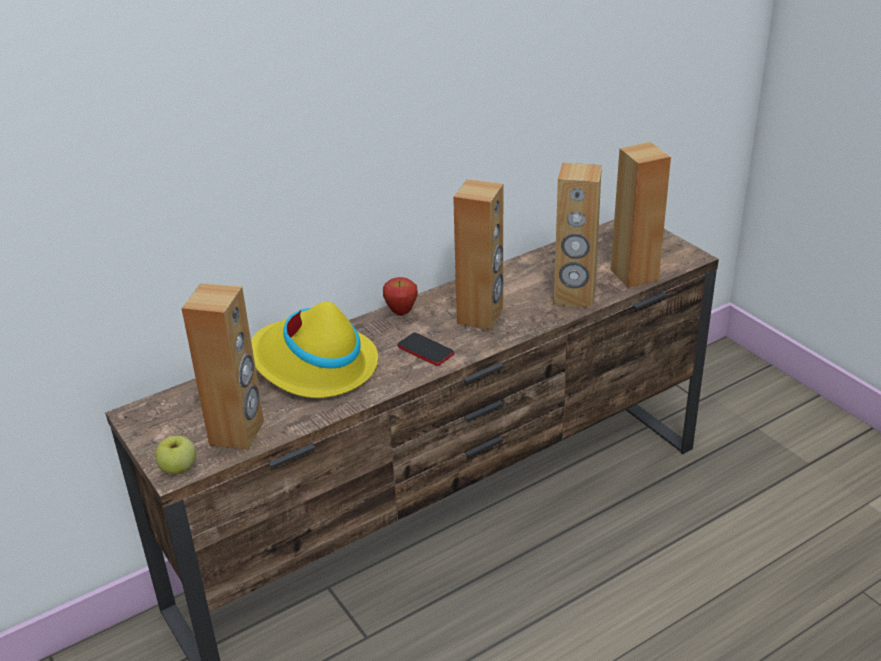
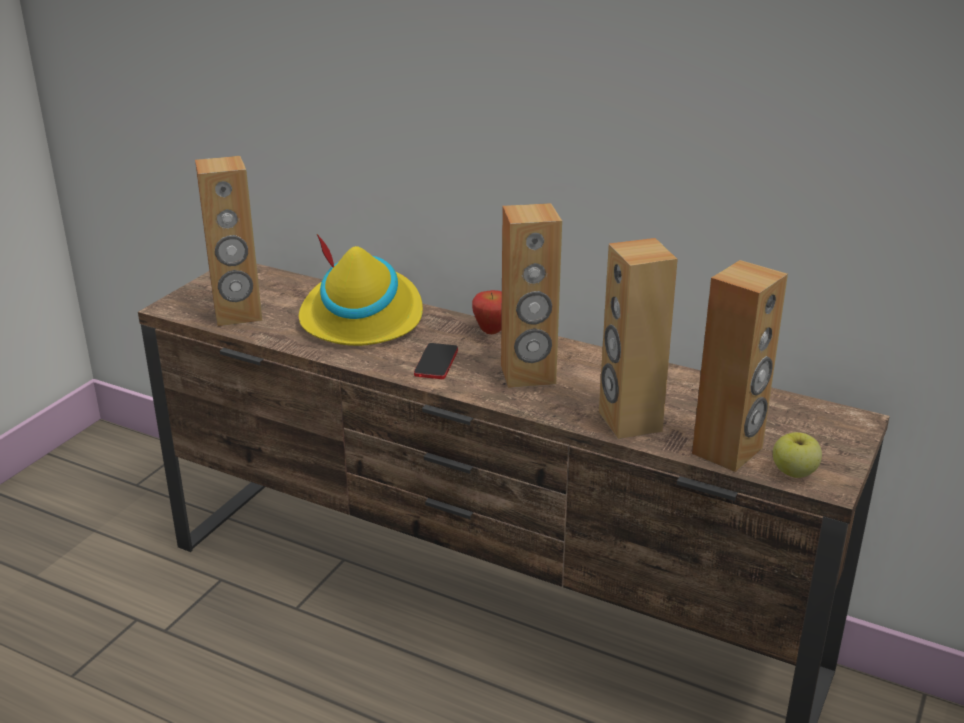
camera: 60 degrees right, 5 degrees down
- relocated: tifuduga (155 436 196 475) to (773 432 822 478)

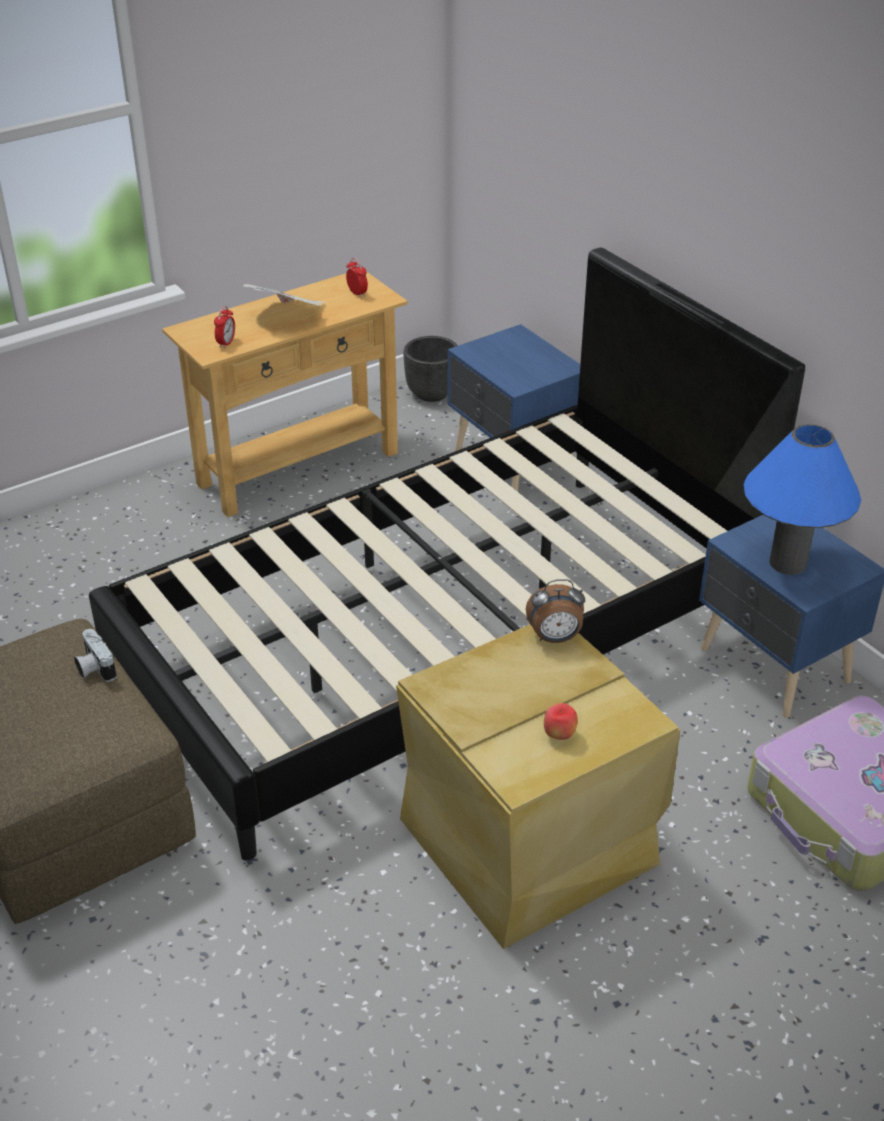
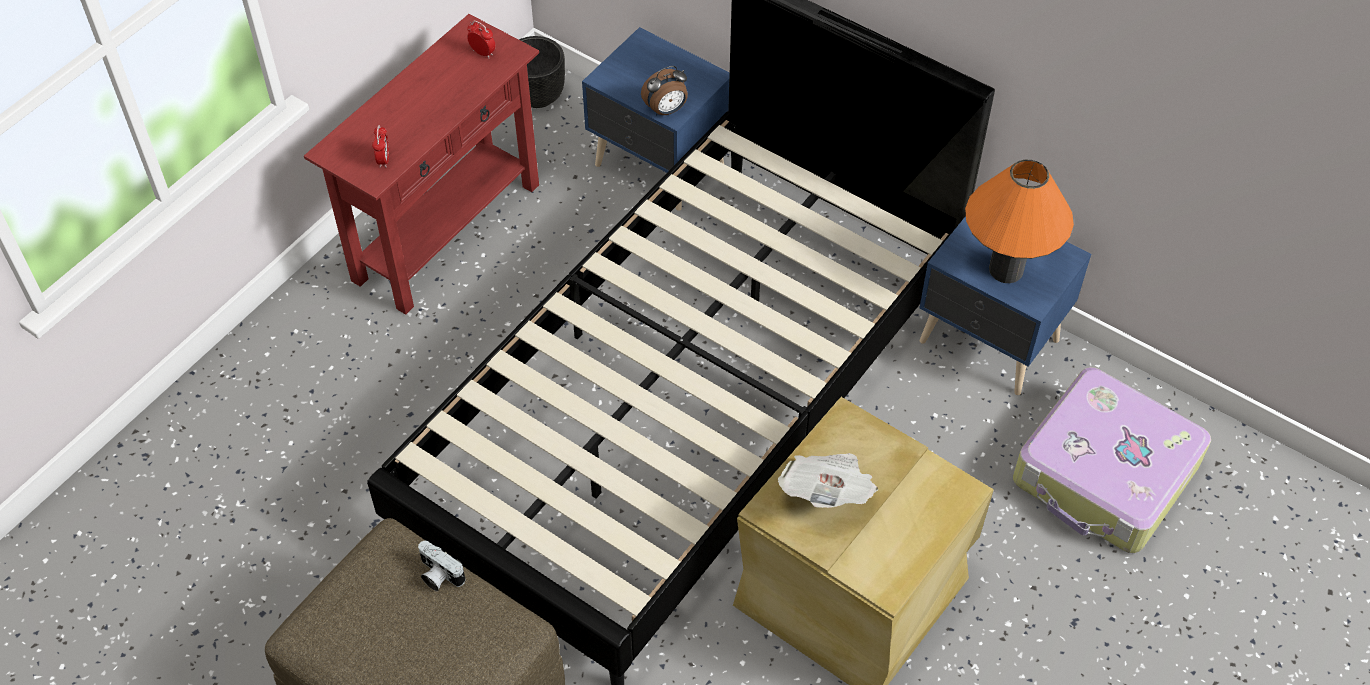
camera: 20 degrees left, 15 degrees up
- colour: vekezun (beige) (162 271 407 517) to vekezun (red) (304 14 539 315)
- relocated: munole (243 284 325 306) to (778 453 878 508)
- relocated: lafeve (526 579 585 643) to (641 66 688 116)
- missing: tifuduga (544 703 578 740)
- colour: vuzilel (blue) (744 424 861 575) to vuzilel (orange) (965 160 1074 283)

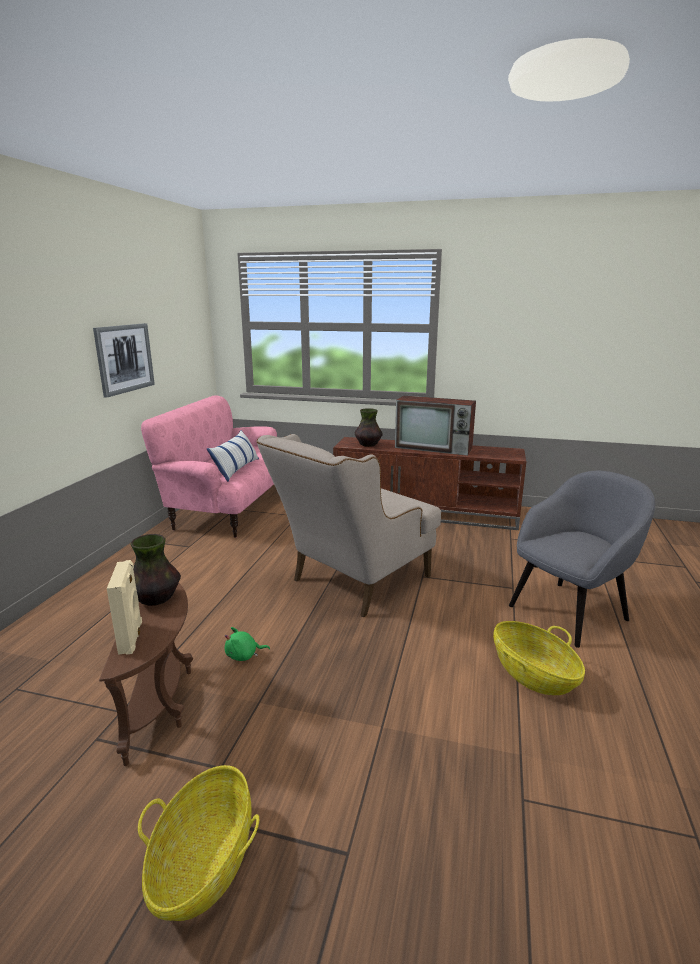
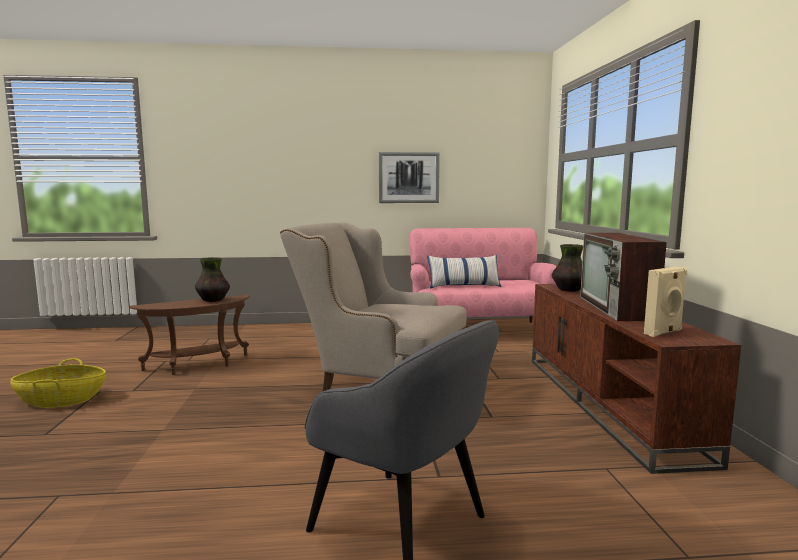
camera: 70 degrees right, 10 degrees down
- relocated: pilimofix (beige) (107 560 142 655) to (644 267 687 337)
- missing: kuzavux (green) (225 627 270 661)
- missing: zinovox (493 621 585 695)

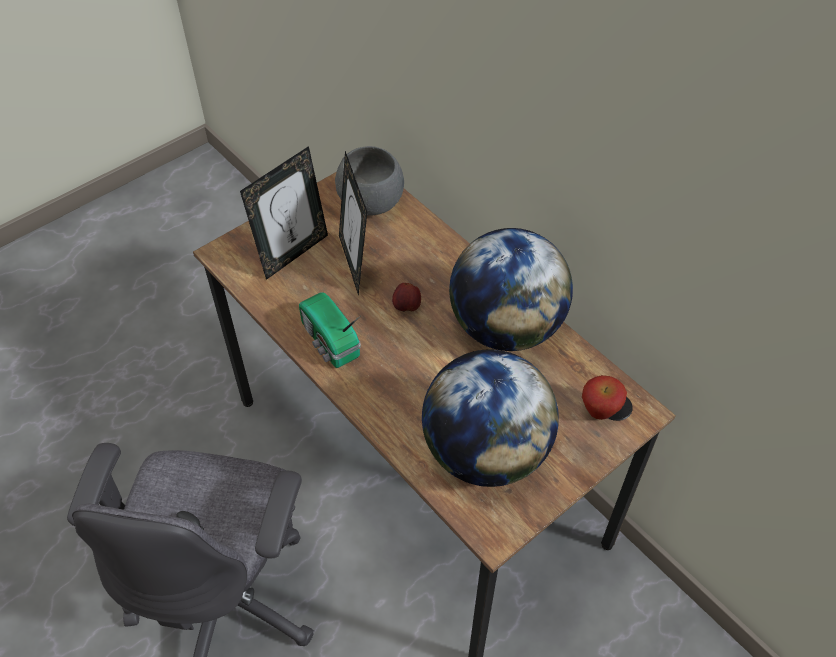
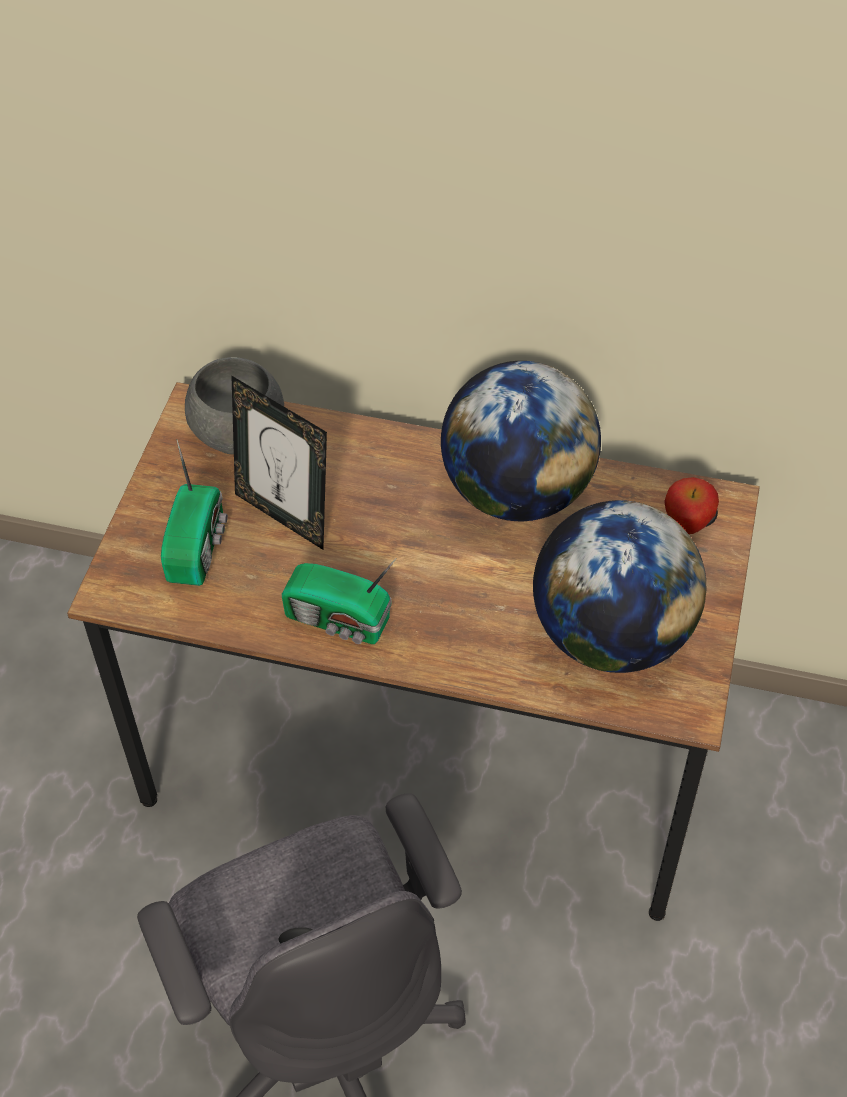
camera: 35 degrees left, 0 degrees up
- exchanged: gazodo (240 146 328 280) to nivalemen (161 439 228 586)
- missing: tifuduga (392 283 421 312)

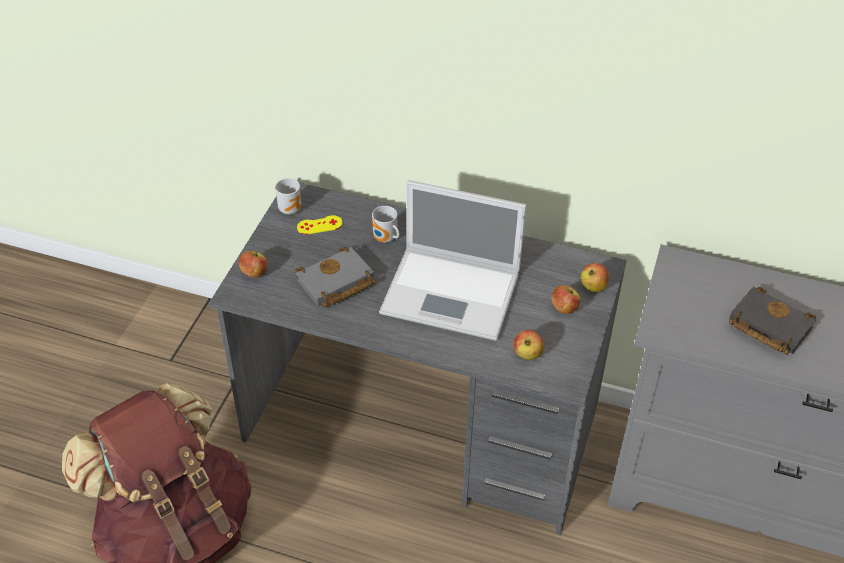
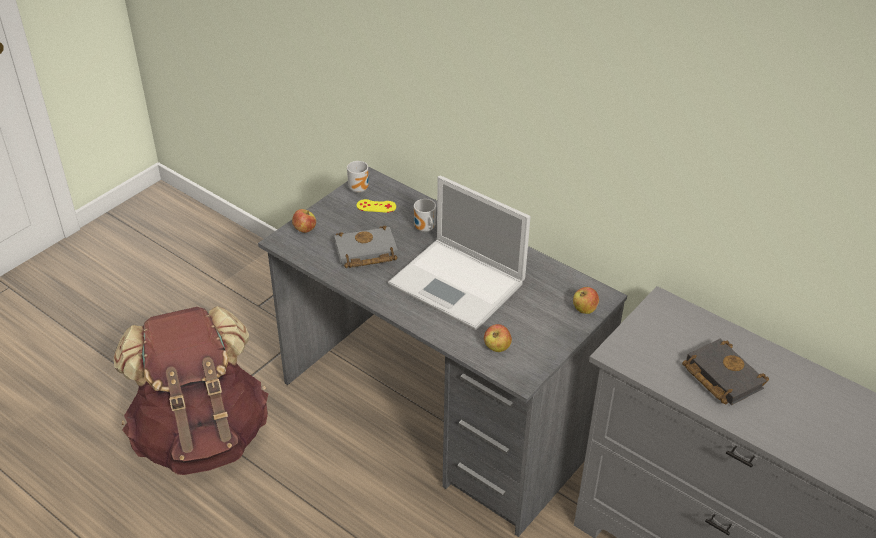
camera: 20 degrees right, 5 degrees down
- missing: tifuduga (552 285 580 314)

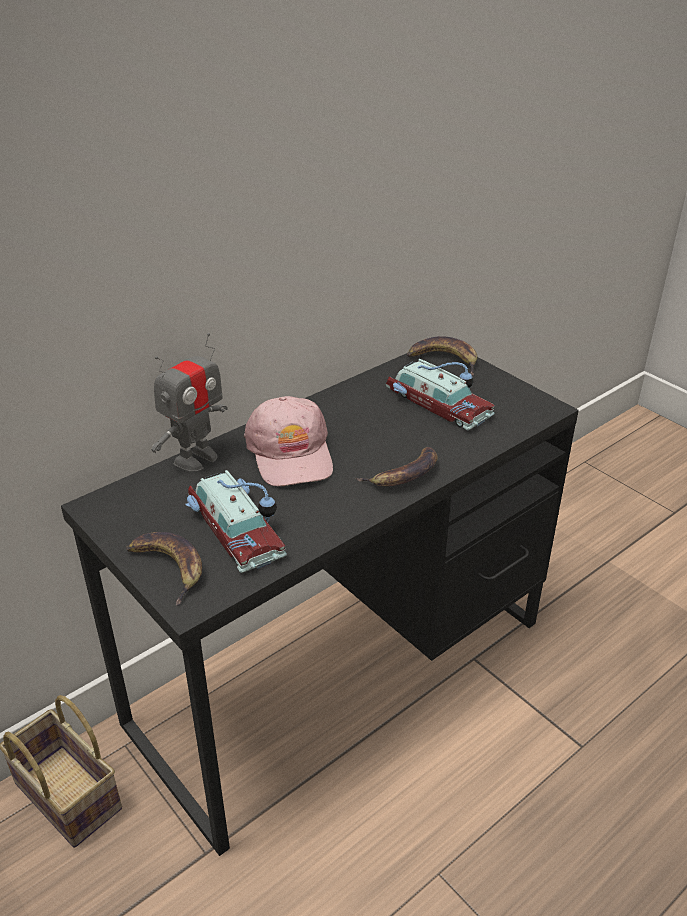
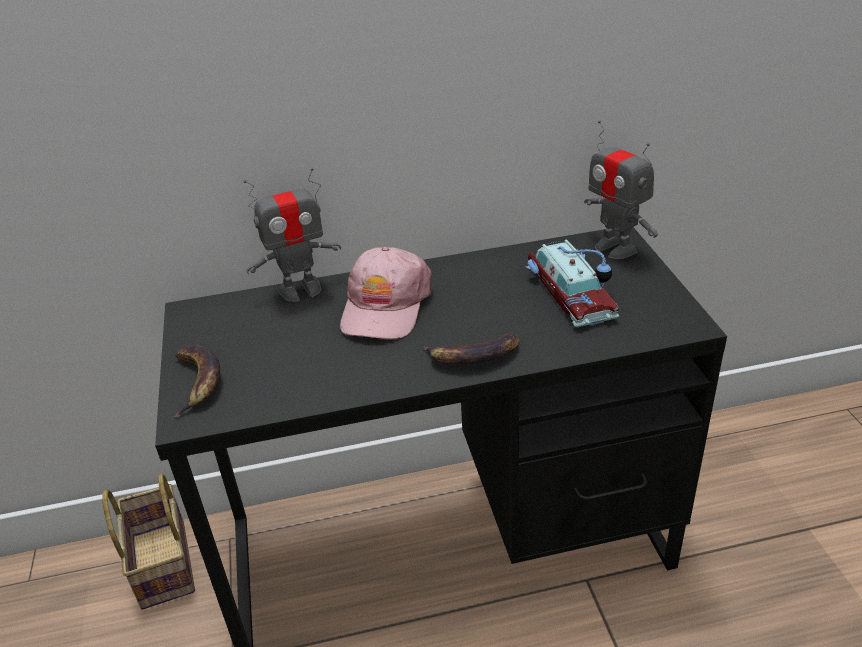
camera: 30 degrees right, 0 degrees up
- missing: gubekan (185 470 287 573)
- exchanged: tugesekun (407 336 478 376) to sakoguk (584 120 658 259)

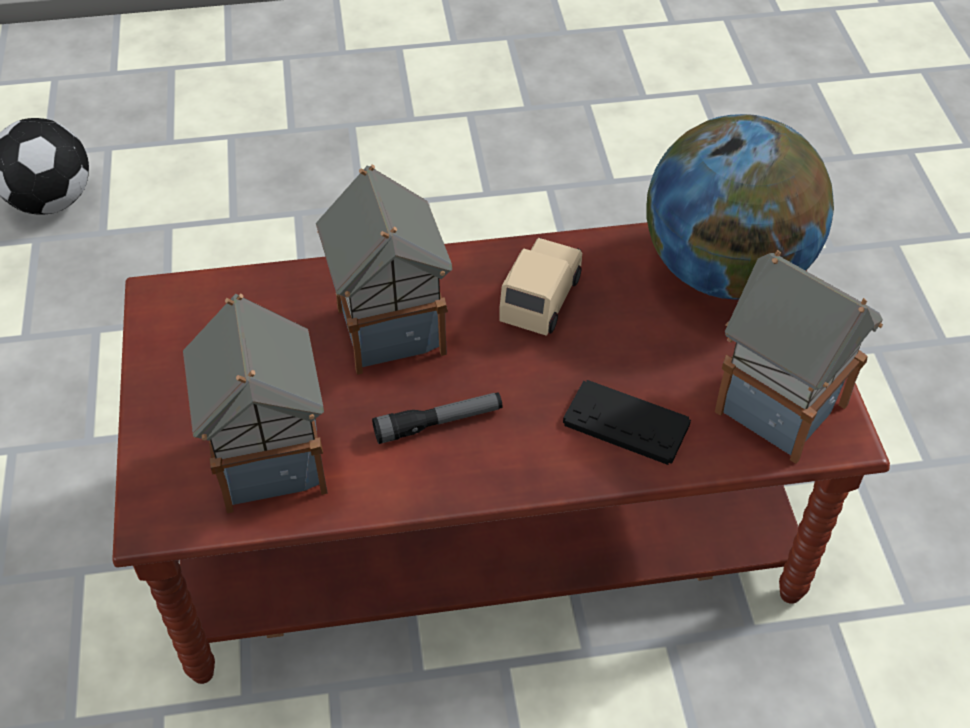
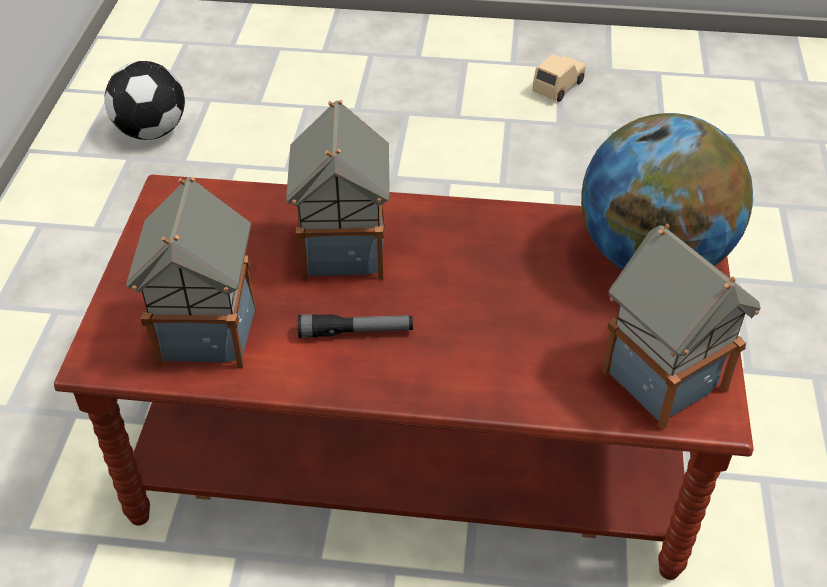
camera: 15 degrees right, 5 degrees down
- relocated: gubekan (beige) (499 238 582 336) to (532 54 586 102)
- missing: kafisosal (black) (563 380 691 465)

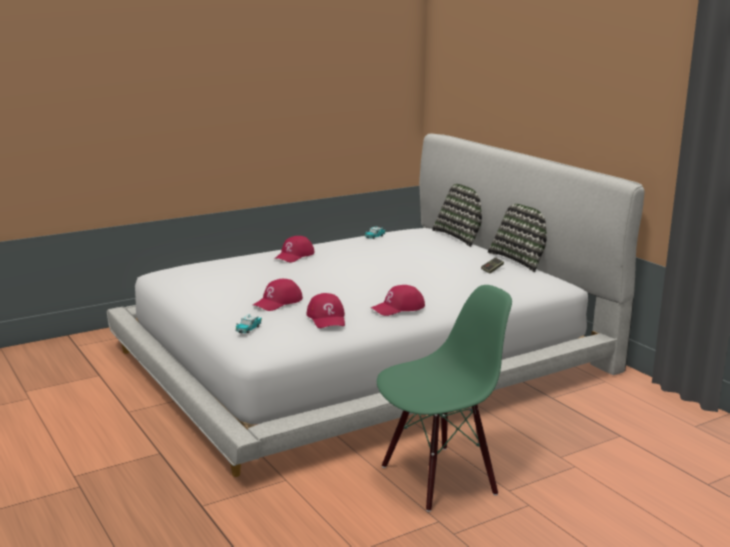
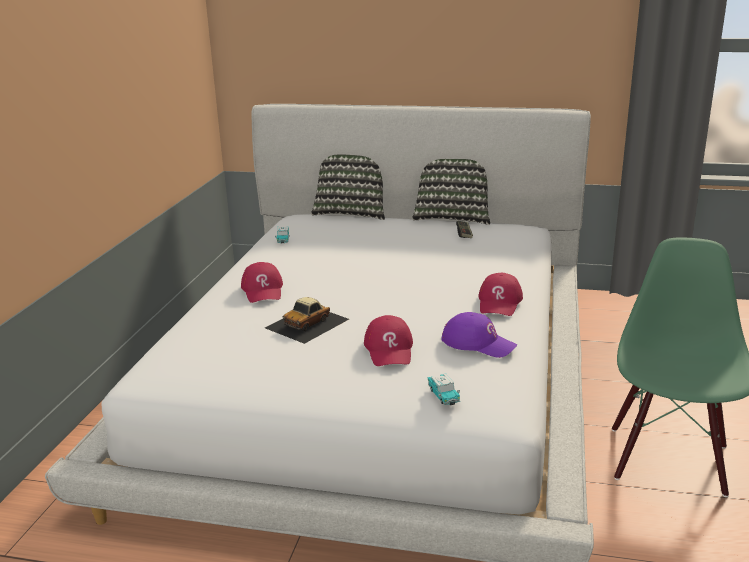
camera: 45 degrees left, 5 degrees up
- colour: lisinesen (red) (306 293 345 328) to lisinesen (purple) (442 312 517 358)
- appeared: gubekan (265 297 349 344)

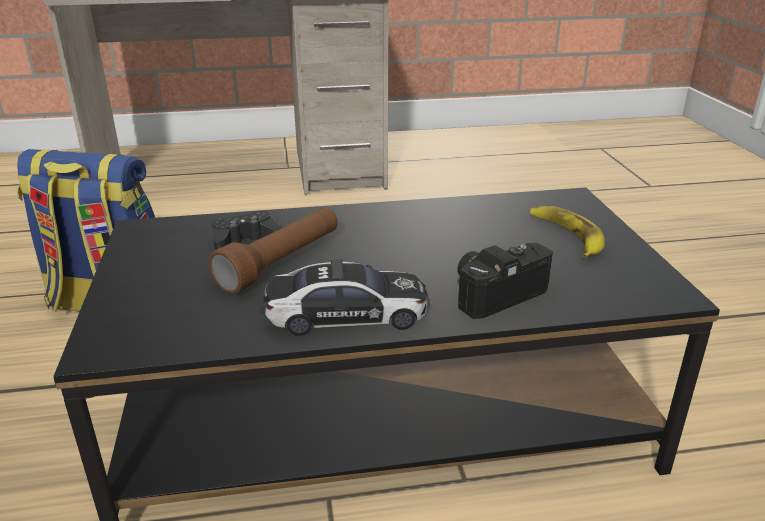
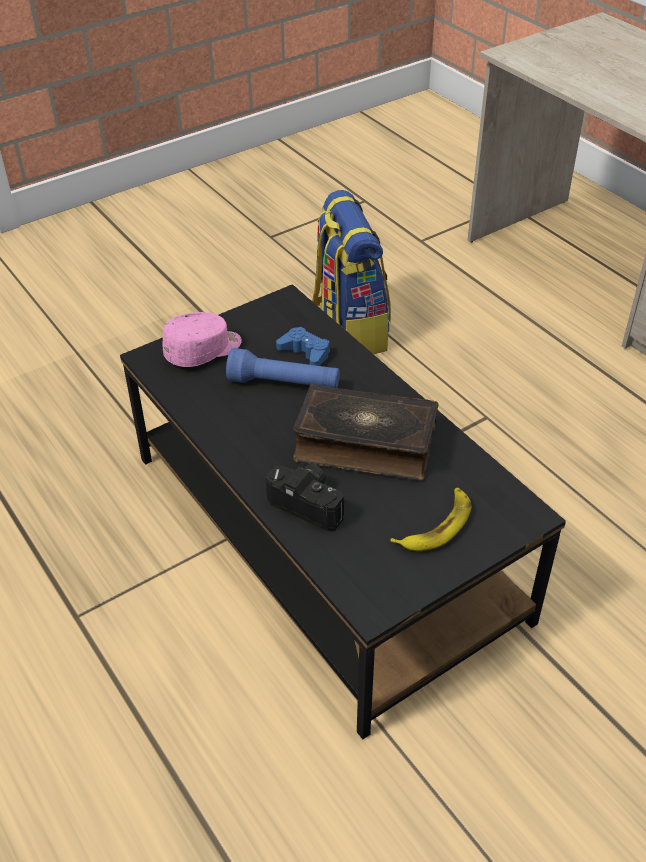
camera: 65 degrees right, 15 degrees up
- colour: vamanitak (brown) (209 207 338 294) to vamanitak (blue) (226 348 340 388)
- colour: kafisosal (black) (212 211 281 250) to kafisosal (blue) (276 327 330 366)
- missing: gubekan (261 259 430 336)
- appeared: lisinesen (pink) (162 312 242 367)
- appeared: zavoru (293 383 439 480)

